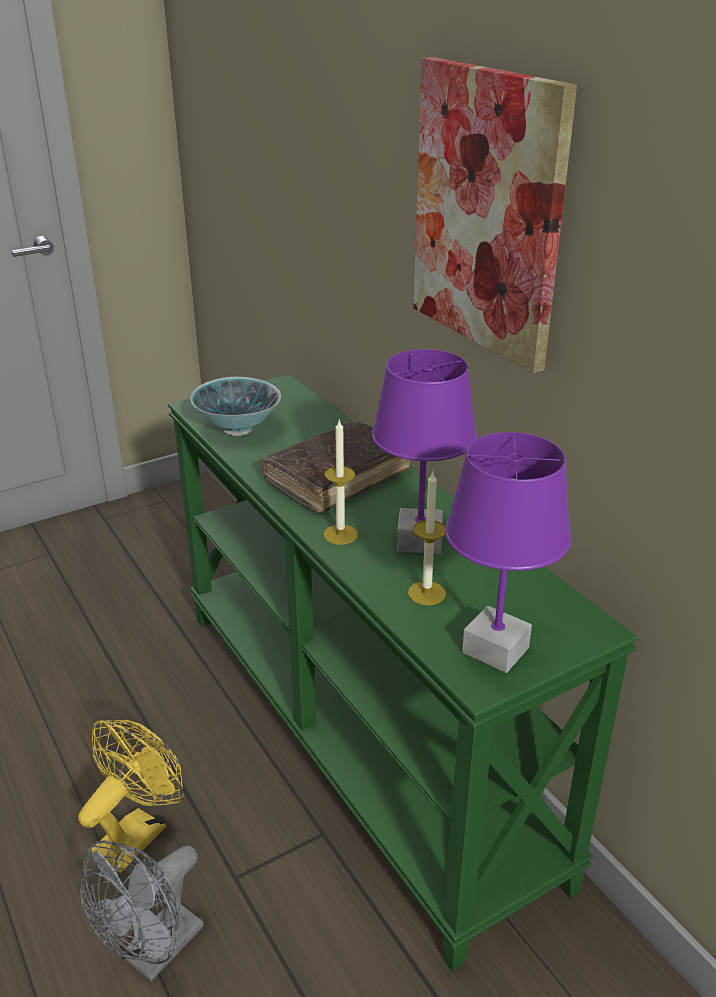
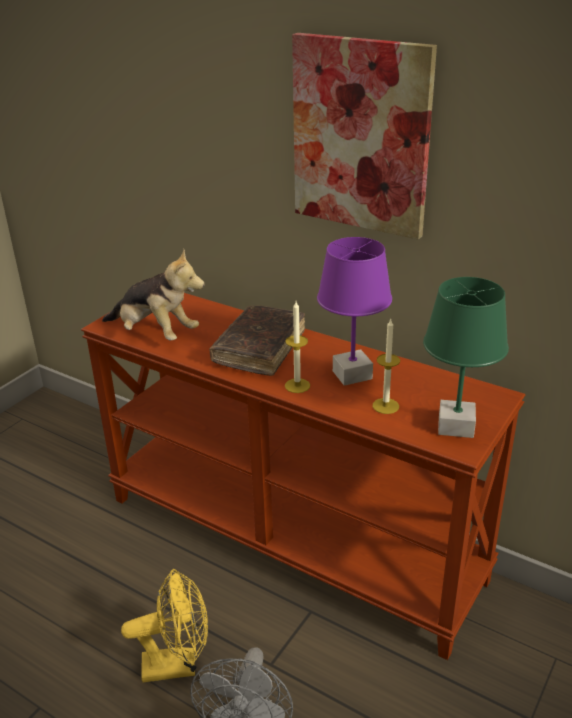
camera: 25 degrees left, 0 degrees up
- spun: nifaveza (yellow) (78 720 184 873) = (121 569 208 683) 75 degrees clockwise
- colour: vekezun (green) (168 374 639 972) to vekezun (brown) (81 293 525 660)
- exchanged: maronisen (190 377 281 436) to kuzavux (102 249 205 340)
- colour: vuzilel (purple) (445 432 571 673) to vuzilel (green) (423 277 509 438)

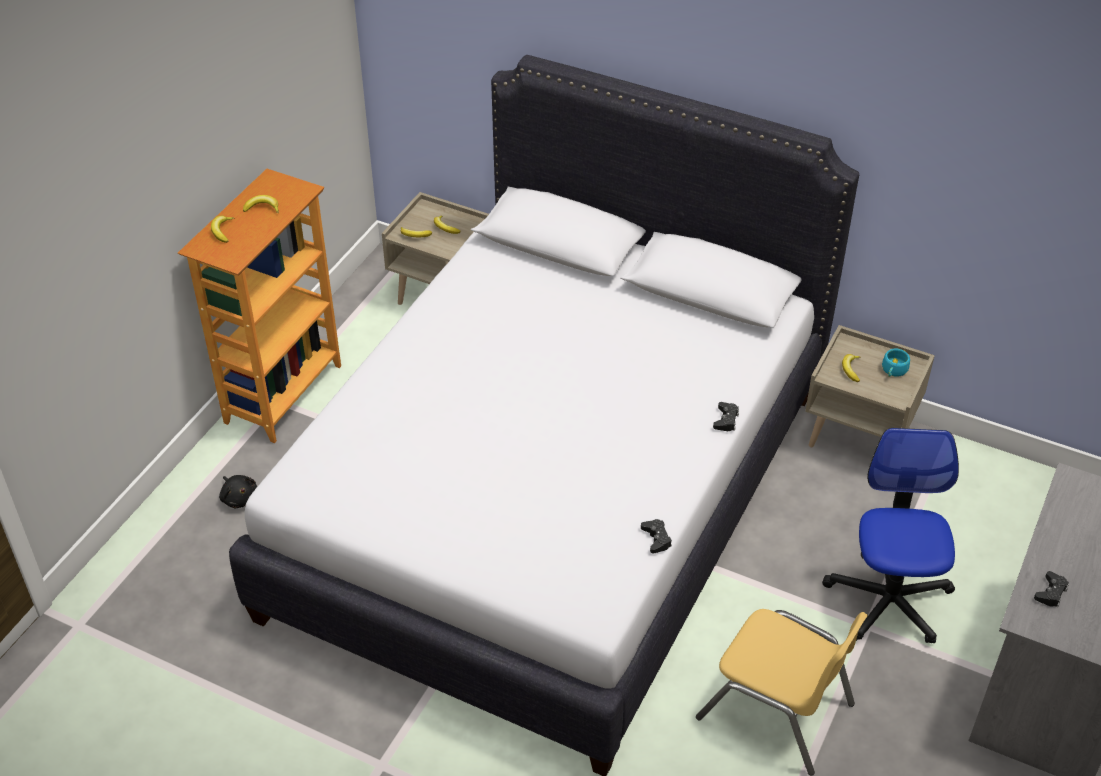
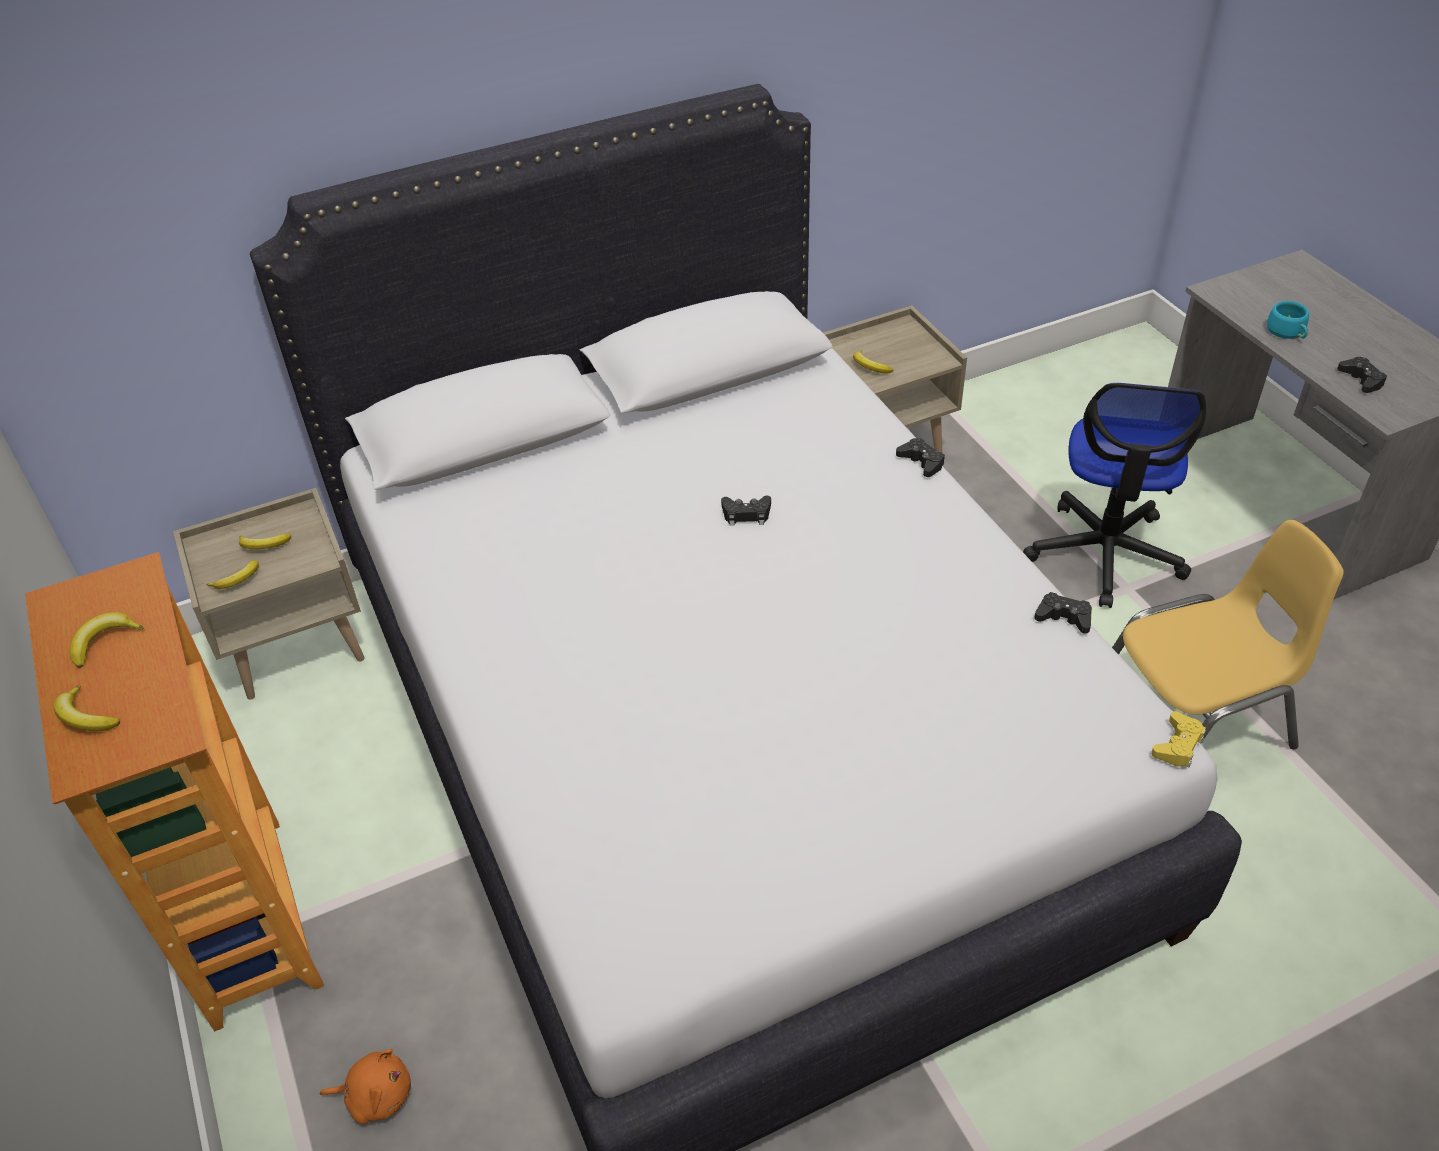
camera: 50 degrees left, 0 degrees up
- colour: kuzavux (black) (219 475 257 508) to kuzavux (orange) (320 1049 411 1124)
- spun: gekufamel (822 428 959 643) = (1023 383 1206 608) 120 degrees counterclockwise
- relocated: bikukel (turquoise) (882 348 910 377) to (1267 301 1309 339)
- appeared: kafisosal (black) (721 496 771 526)
- appeared: kafisosal (yellow) (1151 711 1206 767)

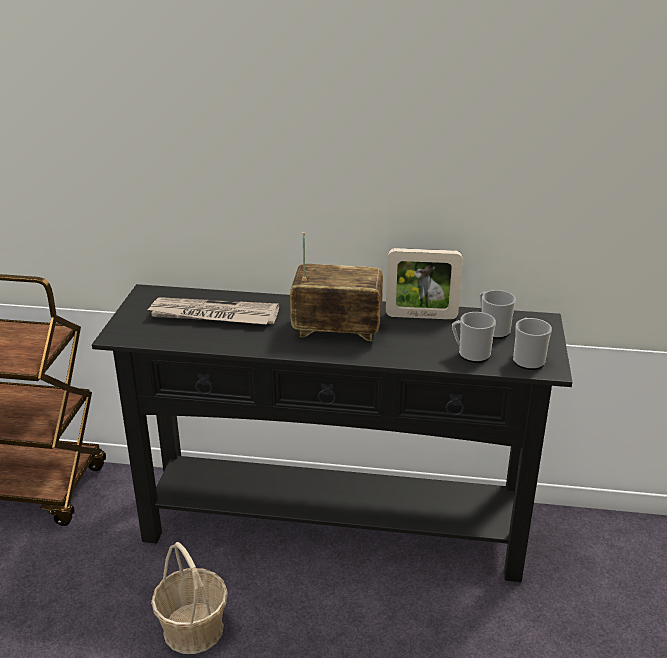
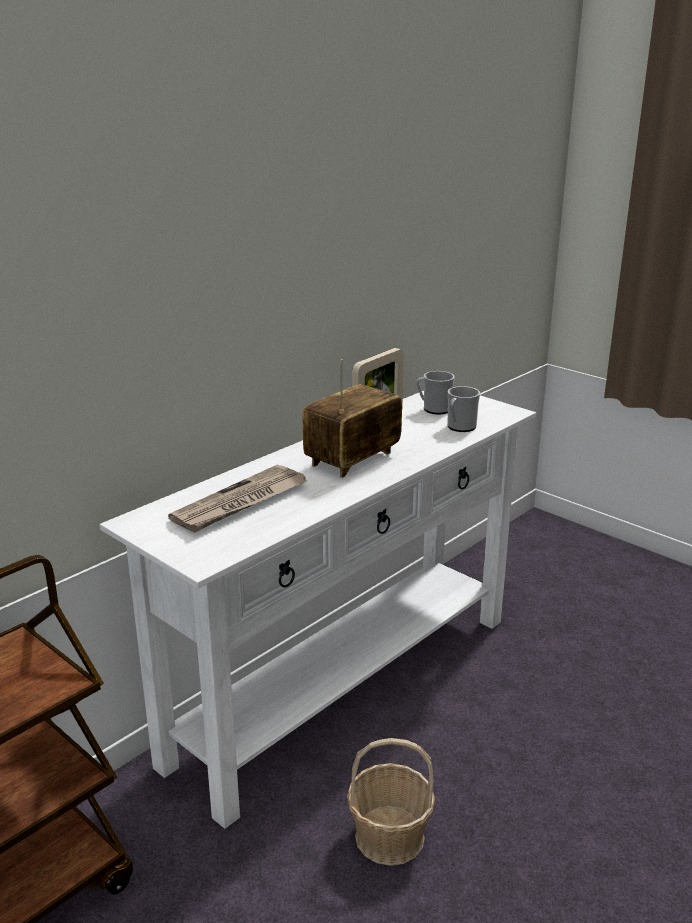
camera: 55 degrees left, 5 degrees down
- colour: vekezun (black) (92 284 572 582) to vekezun (white) (99 391 536 829)
- missing: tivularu (513 318 552 370)

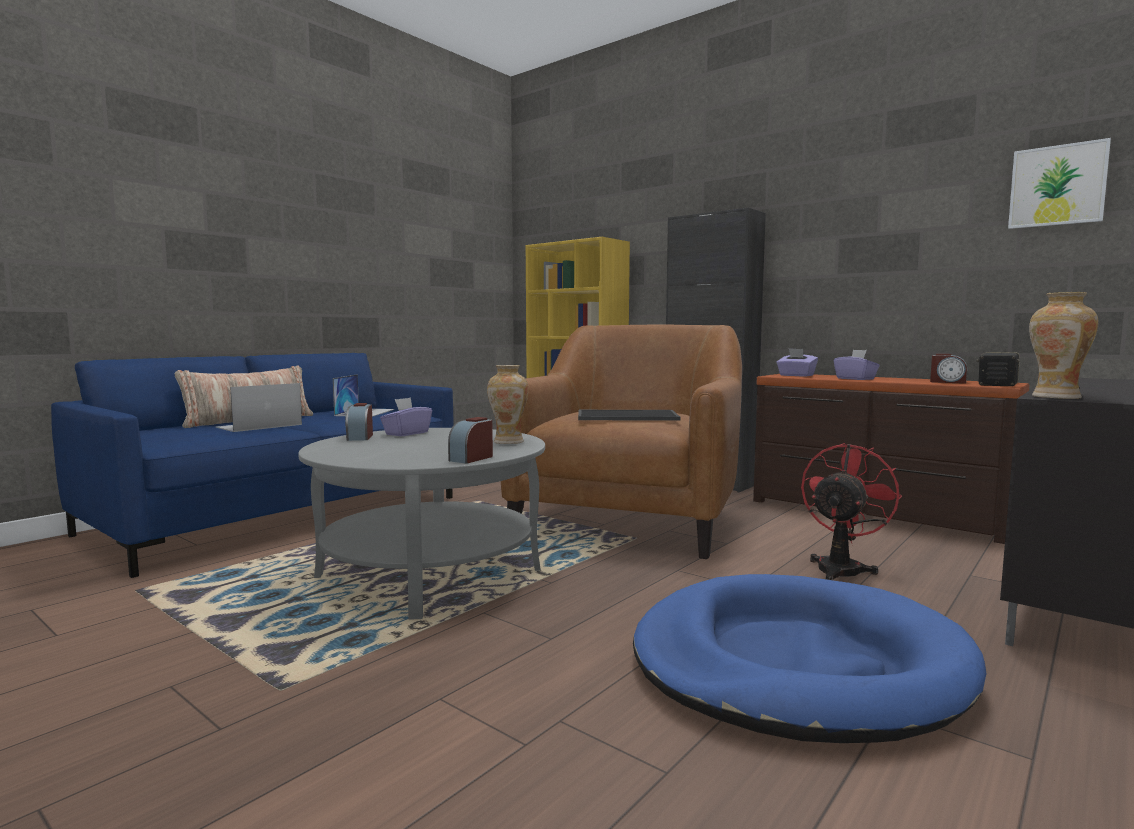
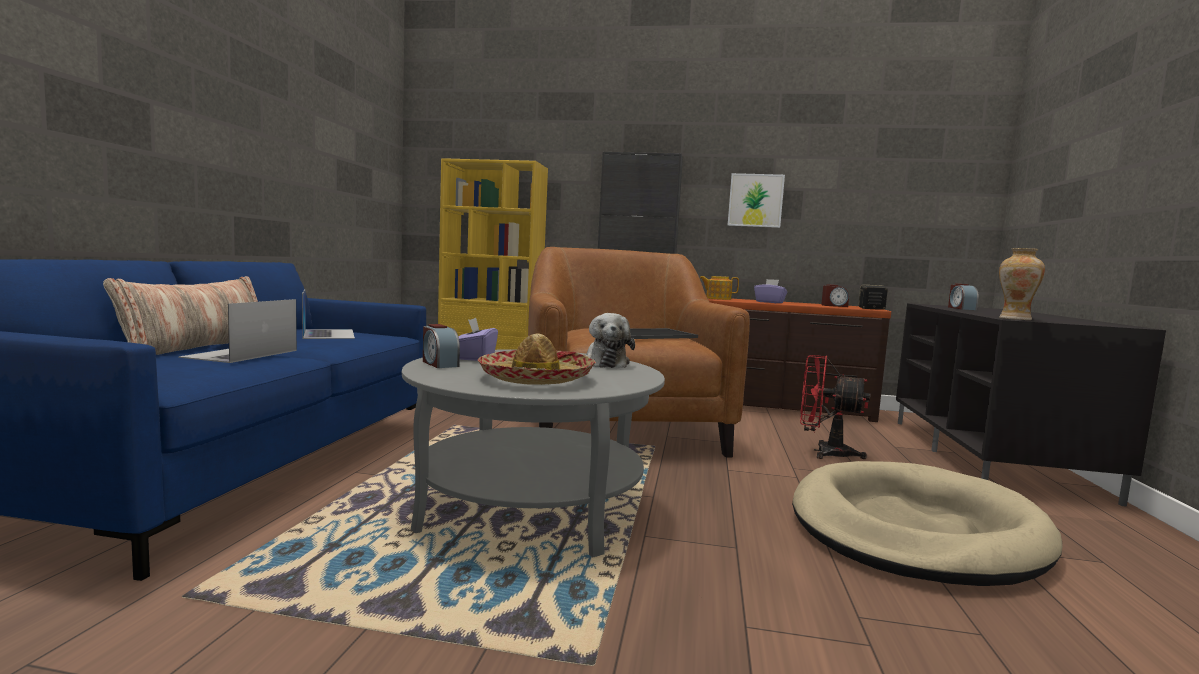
camera: 30 degrees left, 0 degrees up
- relocated: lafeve (448 417 493 464) to (948 283 979 310)
- exchanged: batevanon (487 365 528 444) to kuzavux (586 313 635 368)
- colour: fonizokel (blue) (633 574 987 743) to fonizokel (beige) (792 461 1063 586)
- exchanged: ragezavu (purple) (776 348 818 377) to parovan (700 276 739 300)
- spun: nifaveza (red) (801 443 902 580) = (800 355 870 459) 75 degrees counterclockwise
- relocated: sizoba (1008 138 1111 229) to (727 173 785 228)
- appeared: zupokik (478 334 596 385)

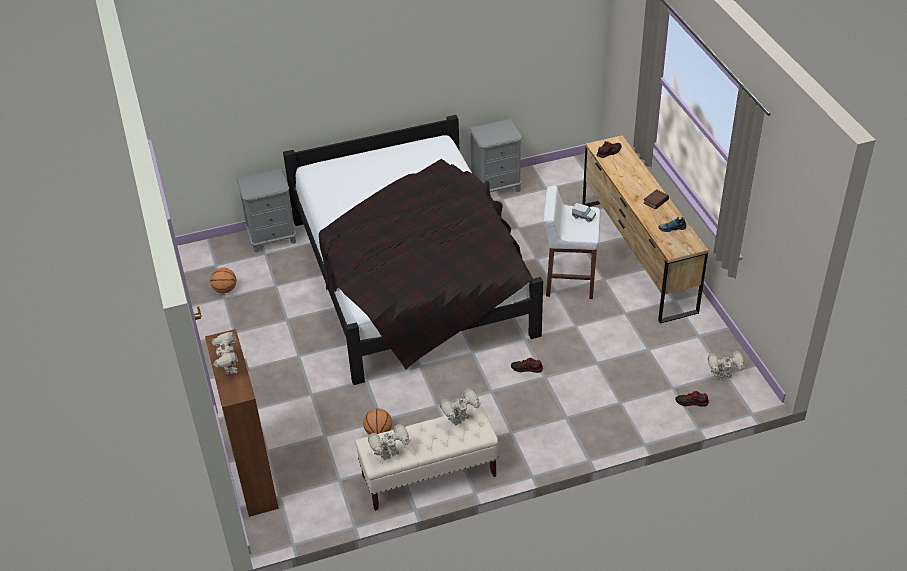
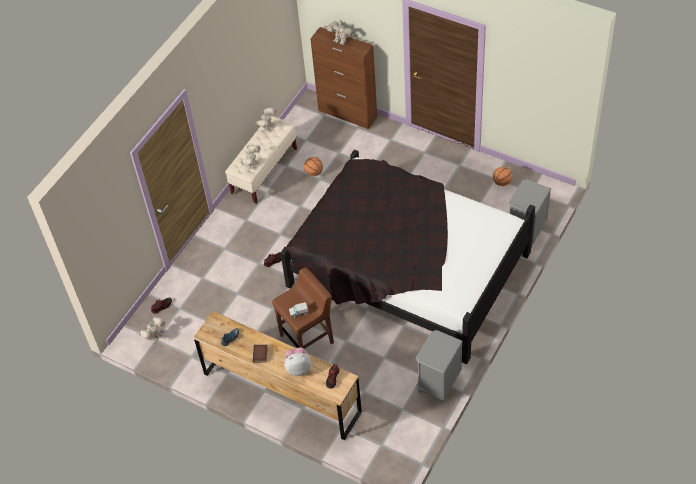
camera: 140 degrees right, 10 degrees up
- colour: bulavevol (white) (543 186 600 299) to bulavevol (brown) (272 267 334 349)
- appeared: kuzavux (284 347 311 376)

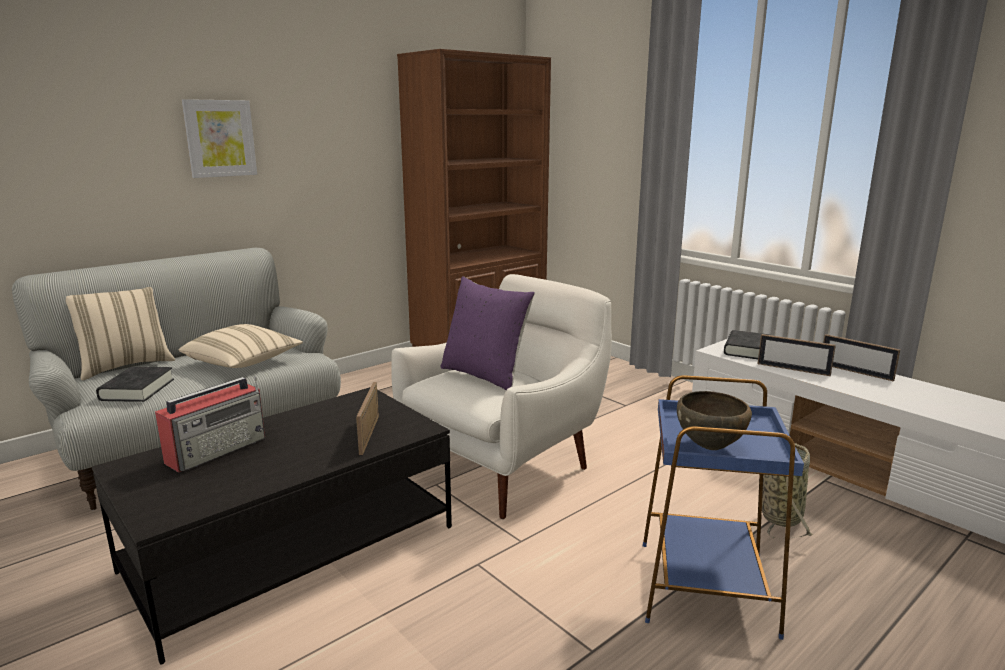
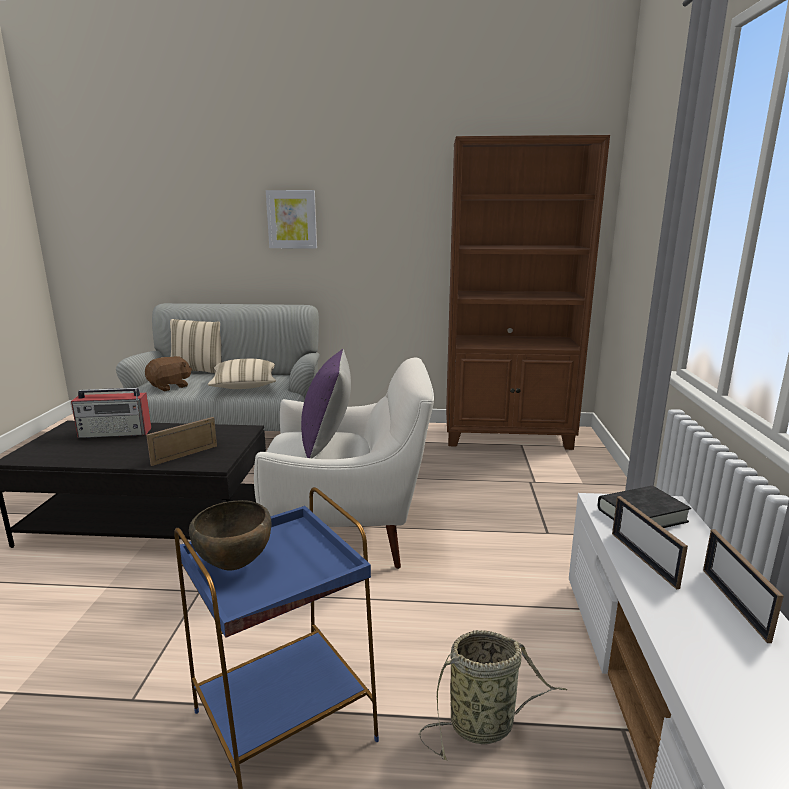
camera: 45 degrees right, 0 degrees up
- exchanged: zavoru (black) (96 367 174 402) to kuzavux (brown) (145 356 192 391)

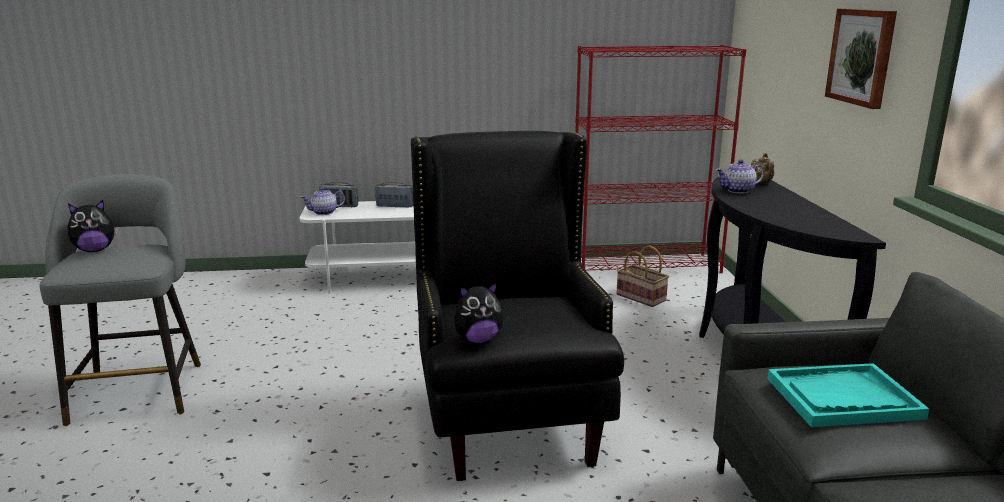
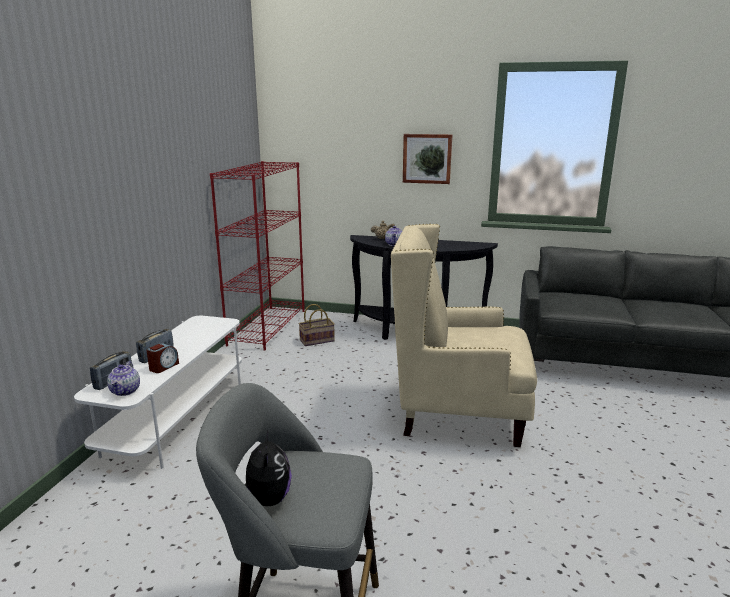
camera: 70 degrees left, 0 degrees up
- colour: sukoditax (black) (411 131 624 481) to sukoditax (beige) (391 224 537 447)
- missing: kuzavux (454 282 503 344)
- missing: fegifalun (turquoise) (768 363 929 427)
- appeared: lafeve (146 343 179 373)

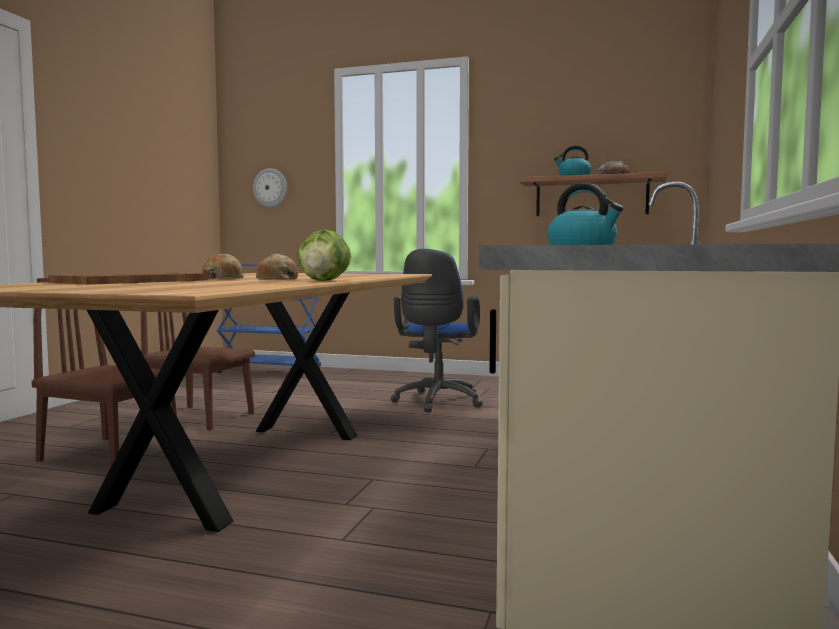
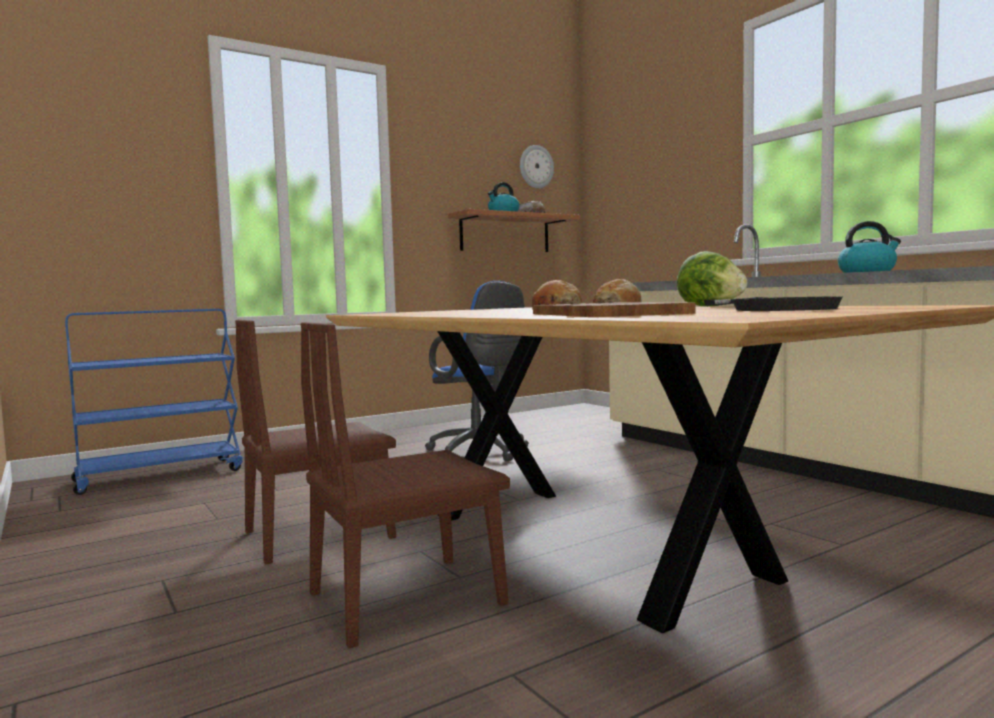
camera: 50 degrees left, 0 degrees up
- relocated: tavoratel (253 168 287 207) to (520 145 554 188)
- appeared: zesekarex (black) (704 296 843 311)

